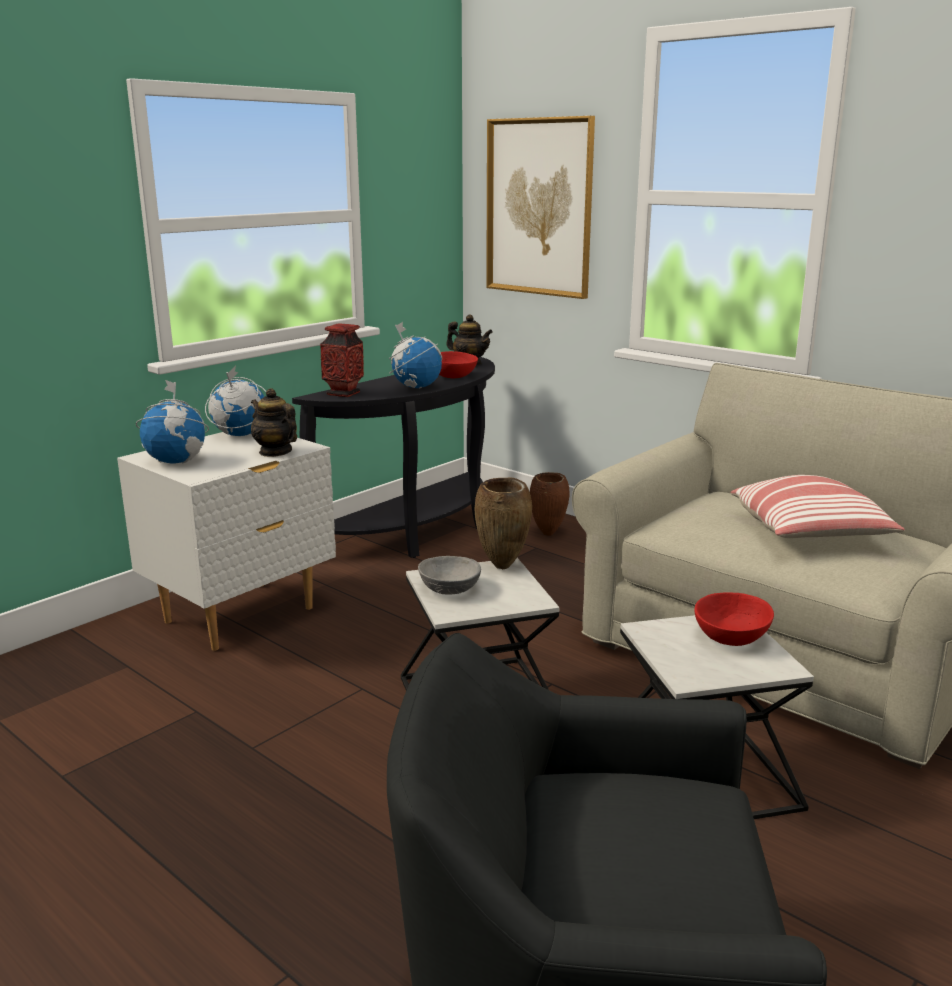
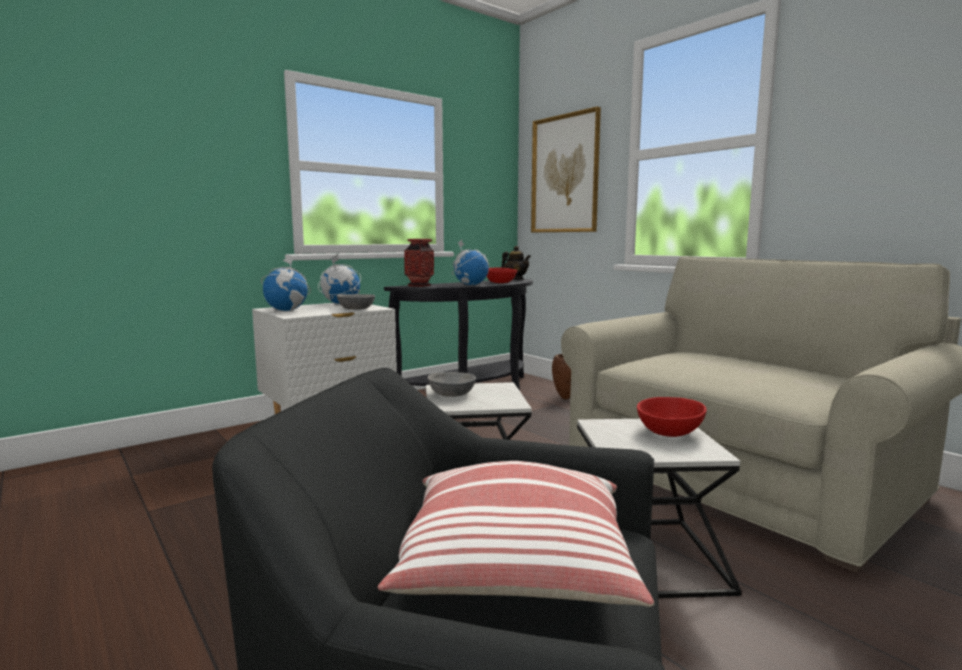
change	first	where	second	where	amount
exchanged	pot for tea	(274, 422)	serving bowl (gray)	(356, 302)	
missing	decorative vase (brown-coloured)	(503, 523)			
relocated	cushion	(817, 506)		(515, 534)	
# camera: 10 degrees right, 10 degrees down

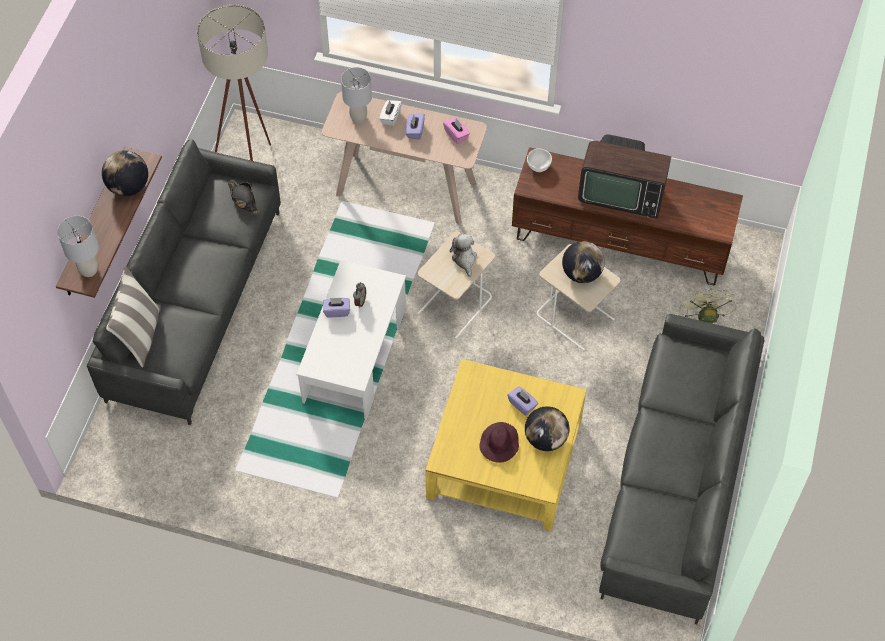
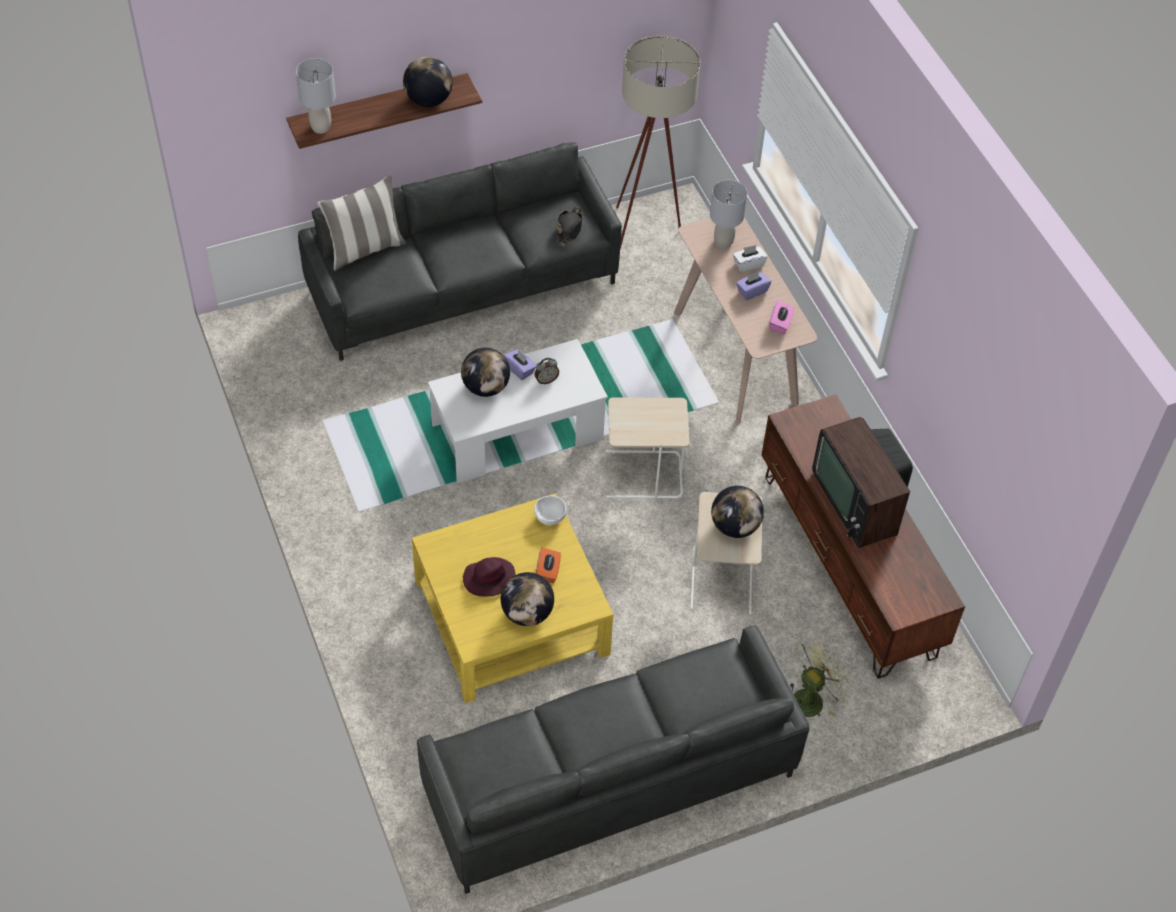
change	first	where	second	where	amount
missing	plush toy	(463, 255)			
colour	tissue box (purplish)	(522, 401)	tissue box (orange)	(548, 565)	
relocated	serving bowl (whitish)	(539, 160)		(550, 510)	
appeared			globe	(485, 372)	
# camera: 50 degrees right, 5 degrees down

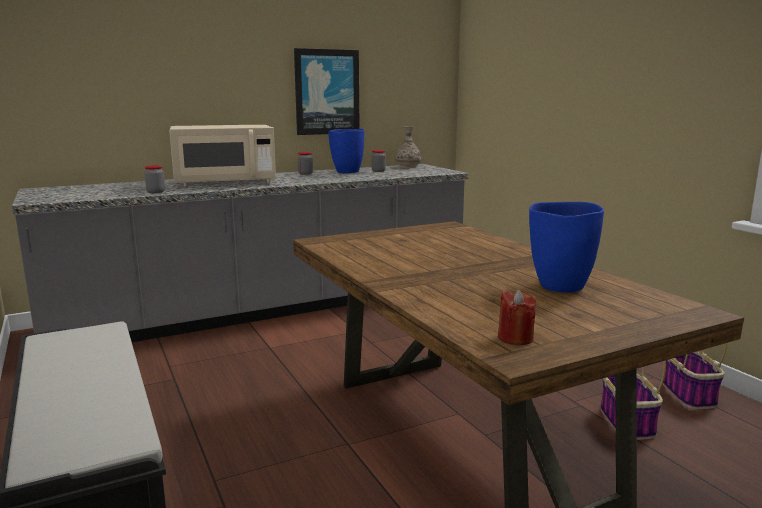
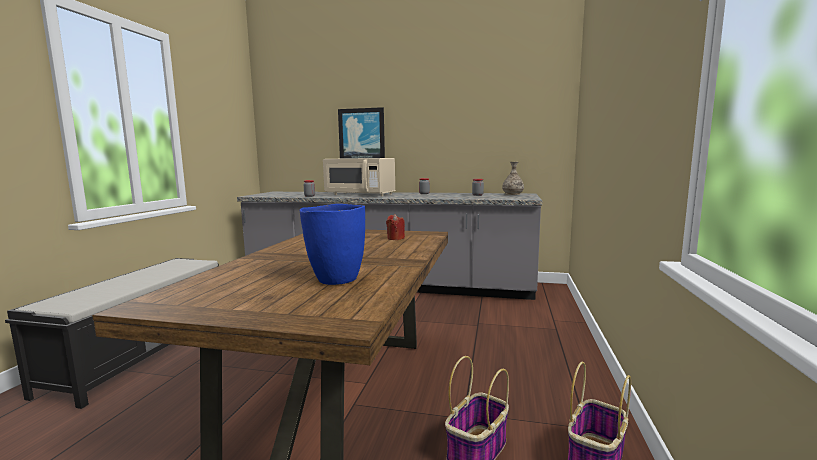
change	first	where	second	where	amount
relocated	picture	(327, 91)		(361, 133)	
missing	decorative vase (blue-coloured)	(346, 151)			
relocated	wax candle (red)	(517, 317)		(395, 227)	
# camera: 40 degrees right, 5 degrees down

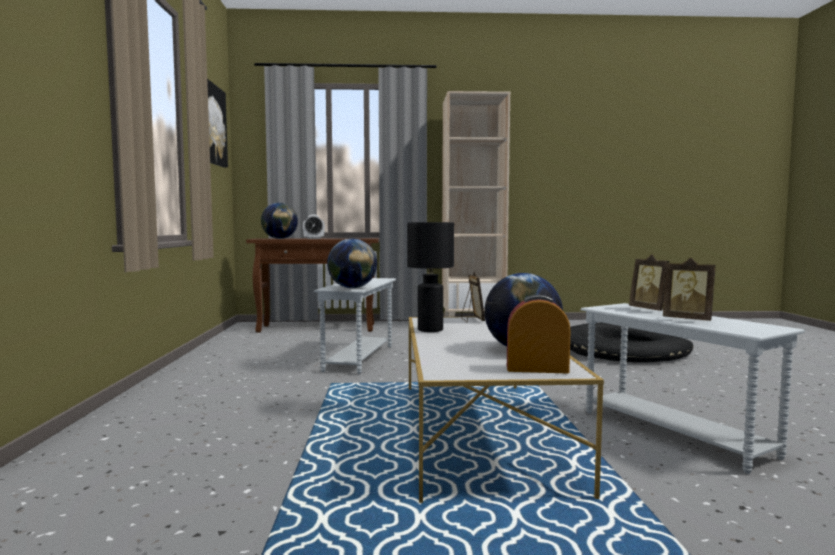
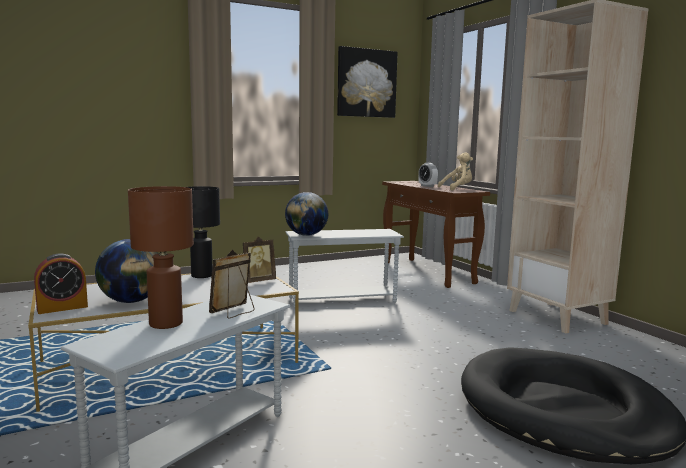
change	first	where	second	where	amount
missing	globe	(279, 221)			
spun	table clock	(538, 334)		(61, 283)	75 degrees clockwise
exchanged	standing frame	(689, 289)	tabletop lamp (brown-coloured)	(161, 257)	
appeared			plush toy (sand-coloured)	(455, 171)	
# camera: 65 degrees right, 5 degrees up

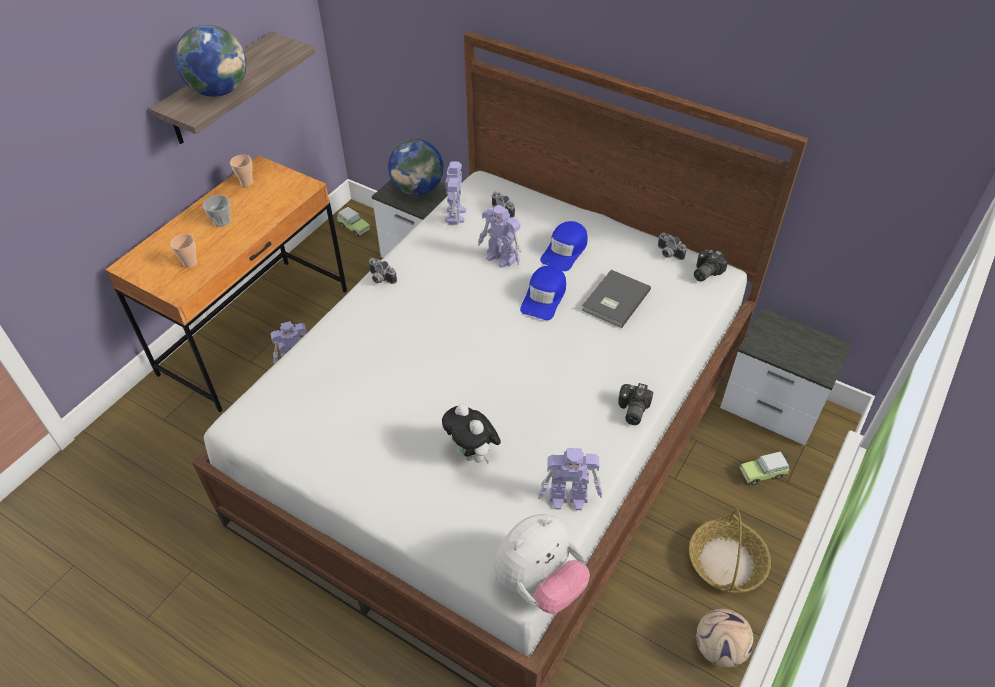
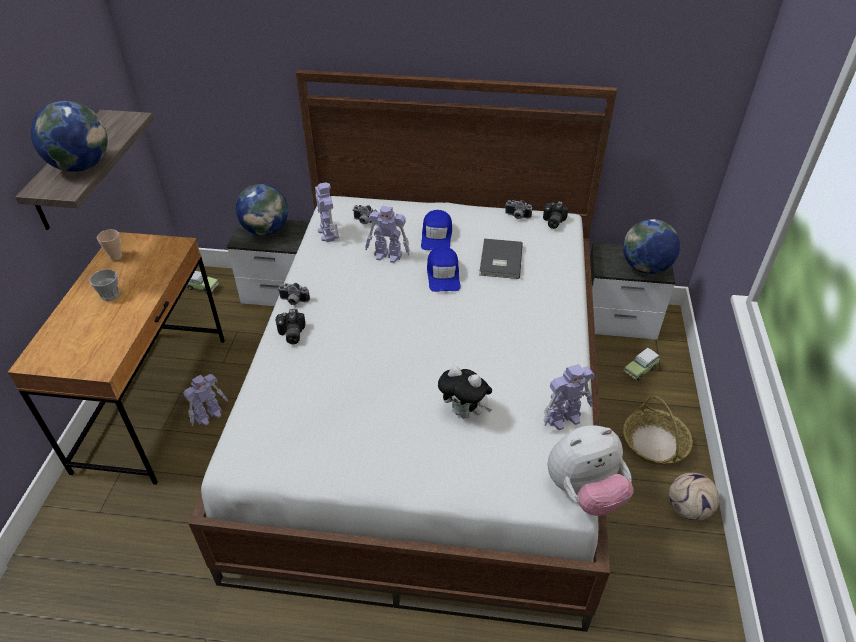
change	first	where	second	where	amount
missing	drinking cup	(183, 251)			
spun	plush toy	(541, 564)		(590, 470)	45 degrees clockwise
relocated	still camera	(635, 404)		(290, 326)	
appeared			globe	(651, 246)	
# camera: 25 degrees left, 5 degrees down

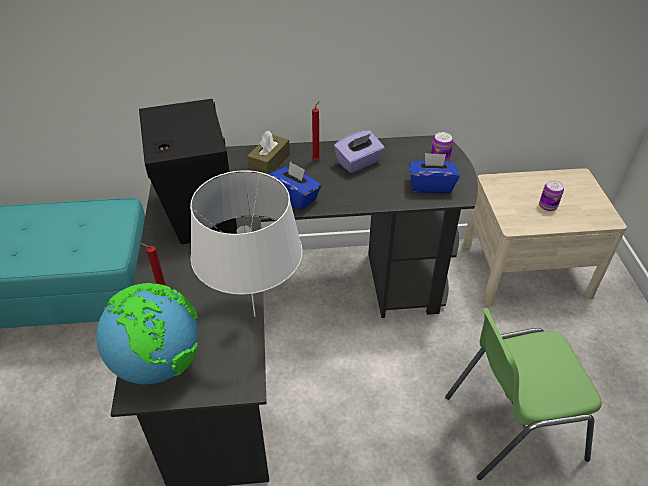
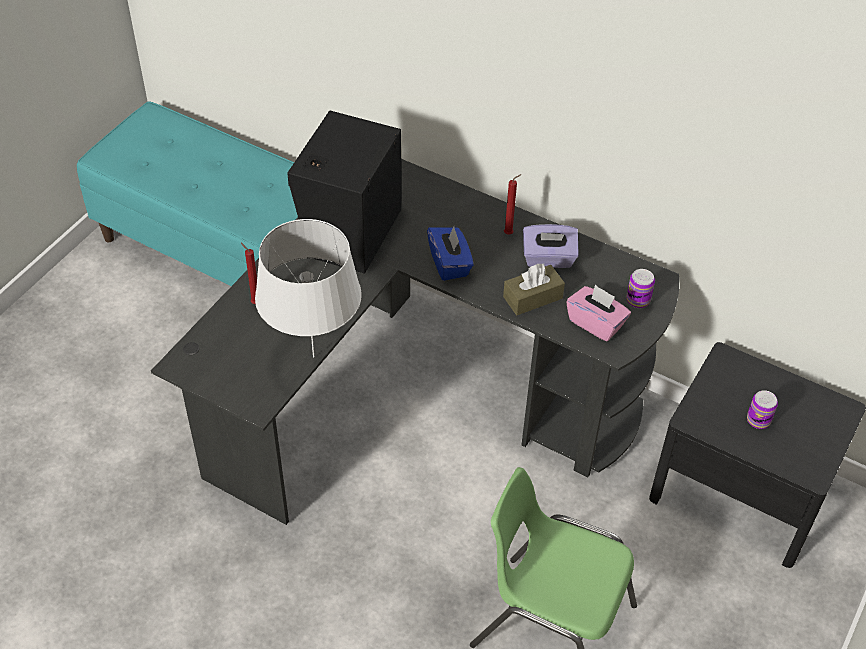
change	first	where	second	where	amount
missing	globe	(147, 333)			
relocated	tissue box (brown-coloured)	(268, 152)		(534, 289)	
colour	tissue box (blue-coloured)	(434, 173)	tissue box (pinkish)	(598, 312)	
colour	bedside table (sand-coloured)	(545, 237)	bedside table (black-coloured)	(757, 455)	
# camera: 35 degrees right, 5 degrees up

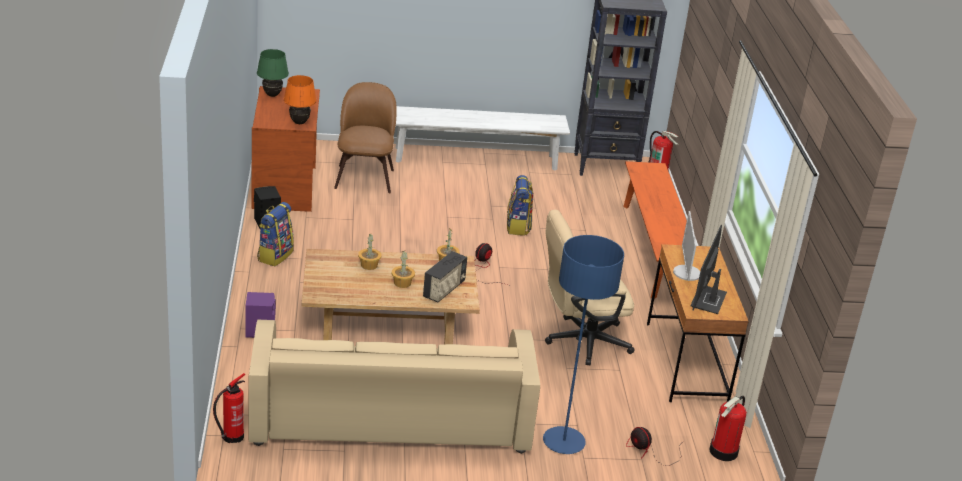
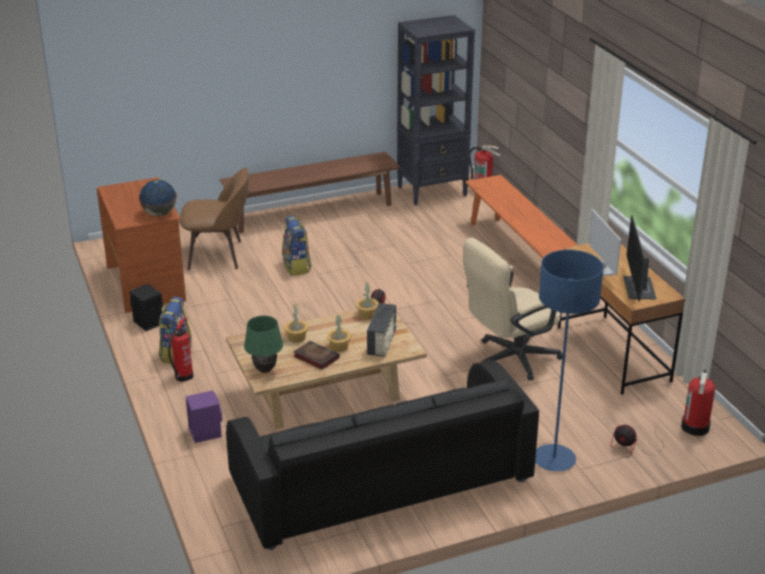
change	first	where	second	where	amount
relocated	fire-fighting cylinder	(229, 408)		(180, 349)	
colour	sofa (sand-coloured)	(394, 387)	sofa (black-coloured)	(382, 455)	
relocated	tabletop lamp (green-coloured)	(273, 73)		(263, 344)	
exchanged	tabletop lamp (orange)	(300, 99)	globe	(158, 198)	
spun	upright chair (brown-coloured)	(365, 137)		(214, 219)	105 degrees clockwise
colour	indoor bench (whitish)	(483, 138)	indoor bench (brown-coloured)	(310, 192)	
relocated	backpack	(520, 205)		(297, 246)	
appeared			volume	(317, 355)	
# camera: 15 degrees left, 0 degrees up

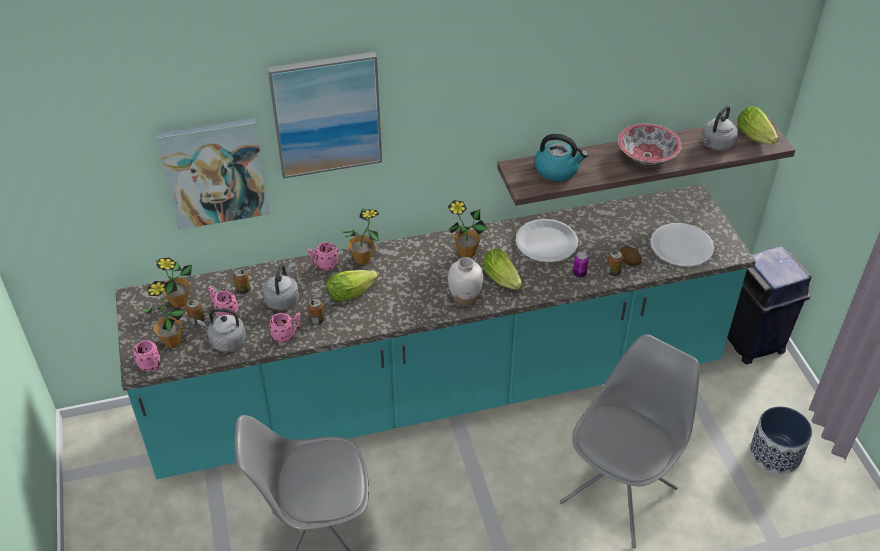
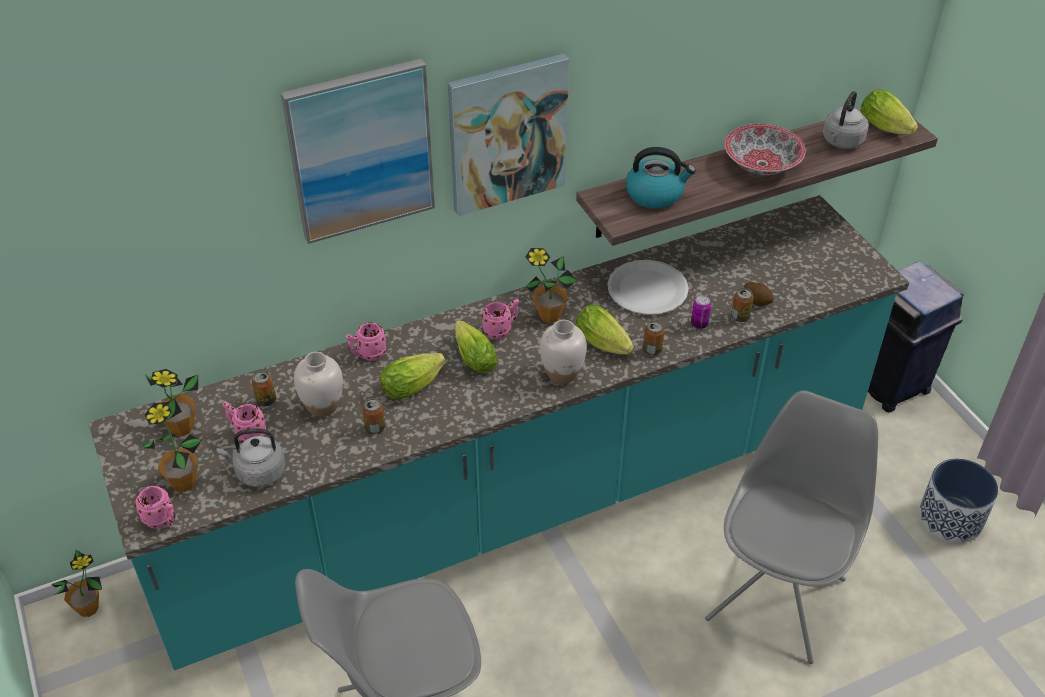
change	first	where	second	where	amount
relocated	picture	(213, 174)		(508, 135)	
relocated	metal can	(195, 312)		(653, 338)	
exchanged	water kettle (gray)	(280, 287)	decorative vase (whitish)	(318, 384)	
relocated	coffee mug (pinkish)	(285, 327)		(500, 319)	
relocated	houseplant	(360, 236)		(76, 583)	
missing	dinner plate (whitish)	(682, 245)			
appeared			lettuce head	(476, 346)	
# camera: 10 degrees left, 0 degrees up

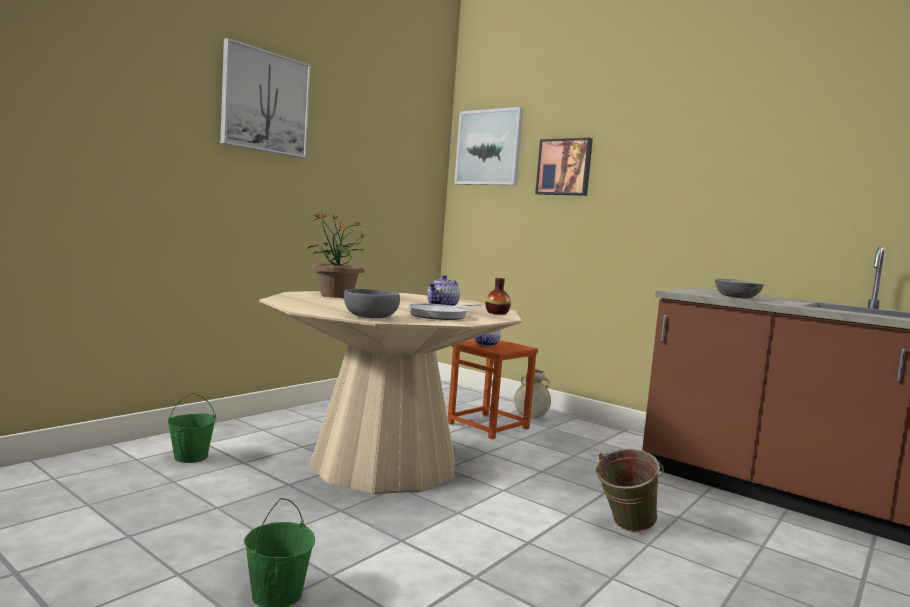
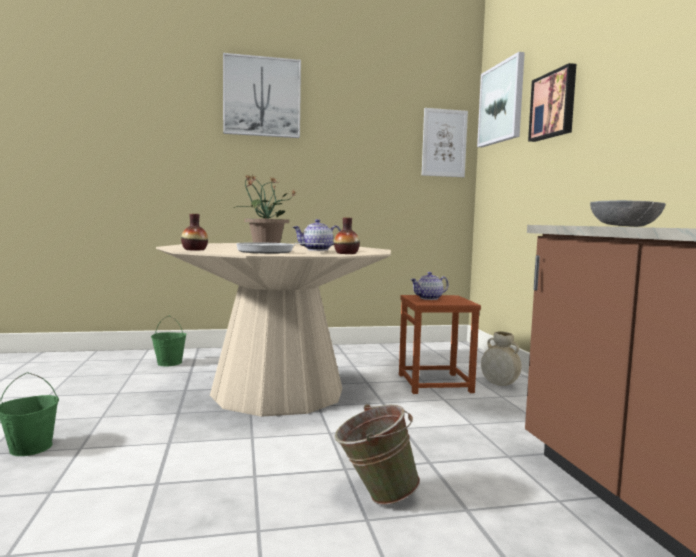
change	first	where	second	where	amount
exchanged	serving bowl (gray)	(372, 303)	decorative vase	(194, 232)	
appeared			picture	(445, 142)	
# camera: 40 degrees right, 0 degrees up

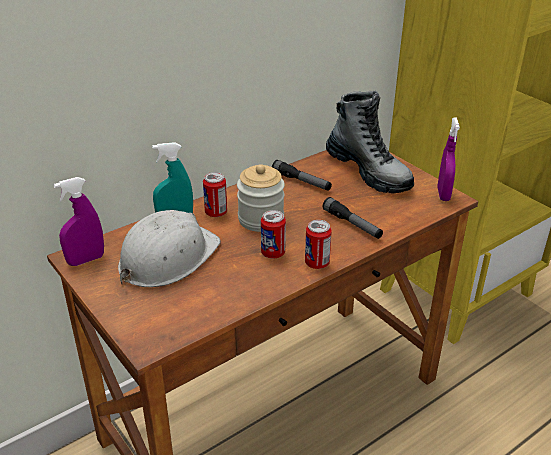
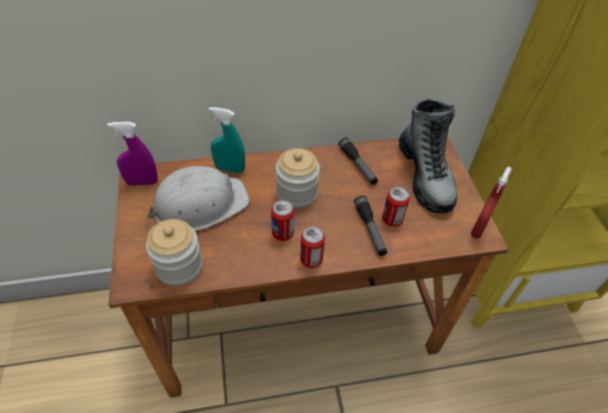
change	first	where	second	where	amount
relocated	metal can	(215, 194)		(396, 207)	
colour	spray bottle (purplish)	(448, 159)	spray bottle (red)	(491, 202)	
appeared			jar	(174, 252)	
# camera: 25 degrees right, 15 degrees up

